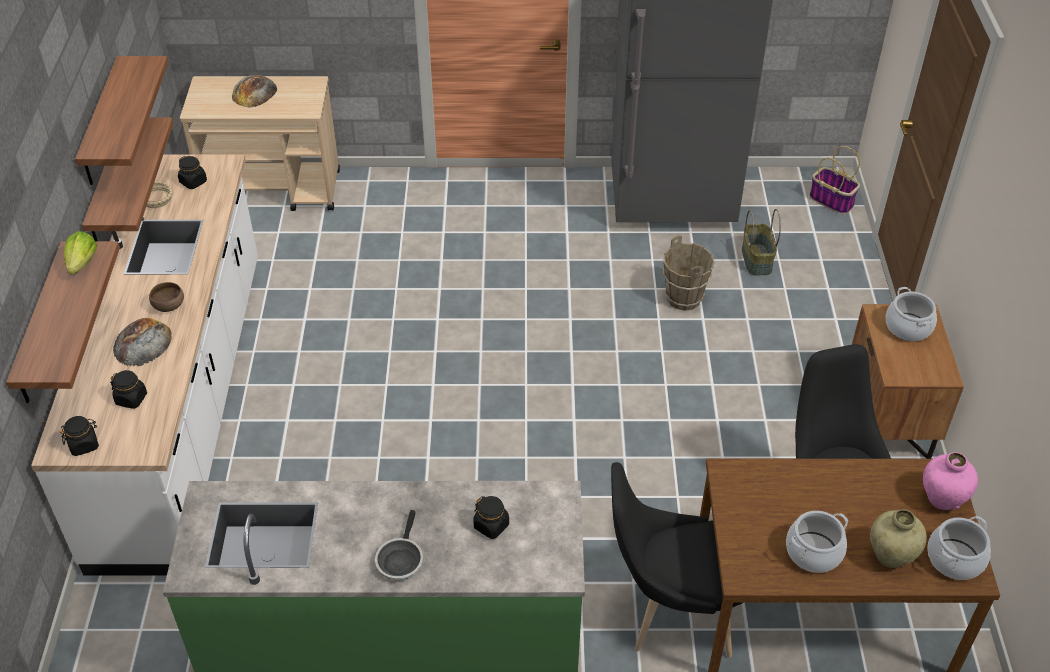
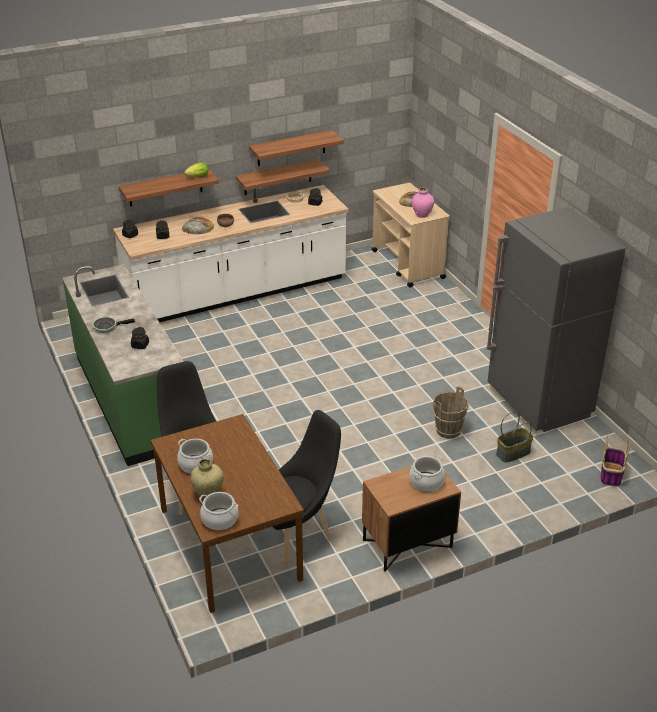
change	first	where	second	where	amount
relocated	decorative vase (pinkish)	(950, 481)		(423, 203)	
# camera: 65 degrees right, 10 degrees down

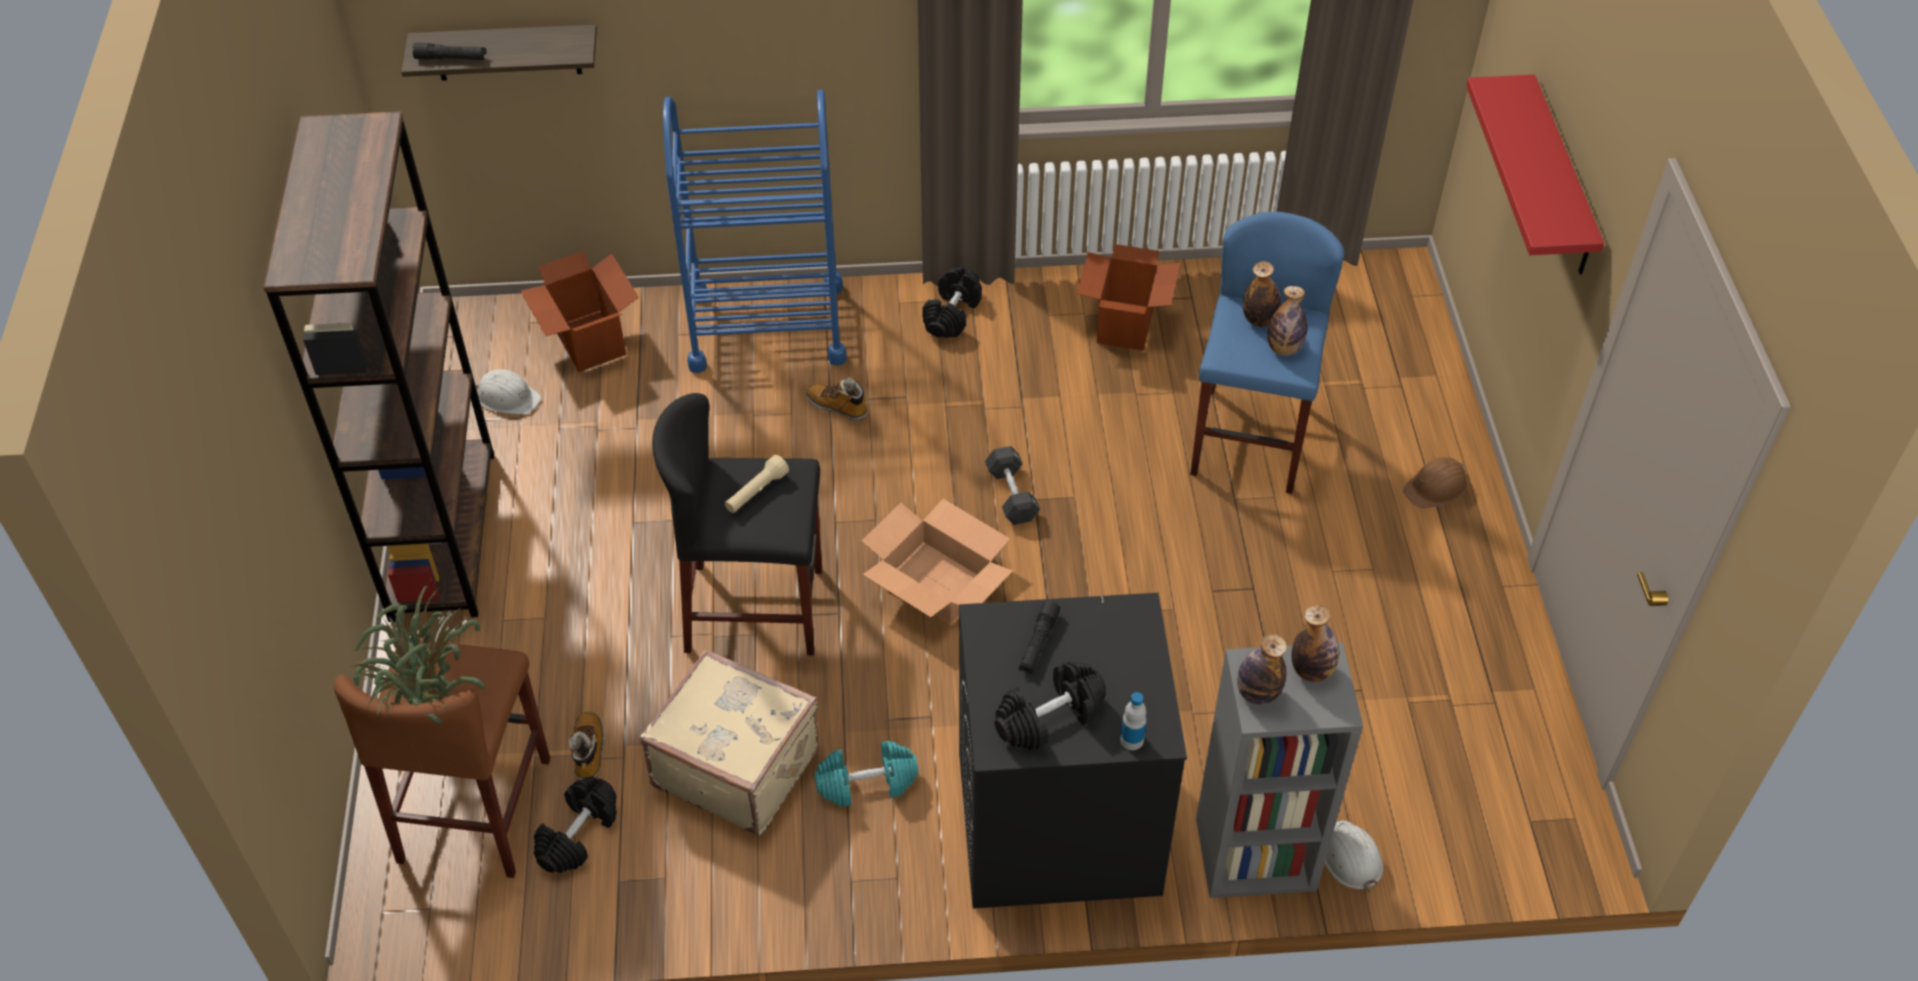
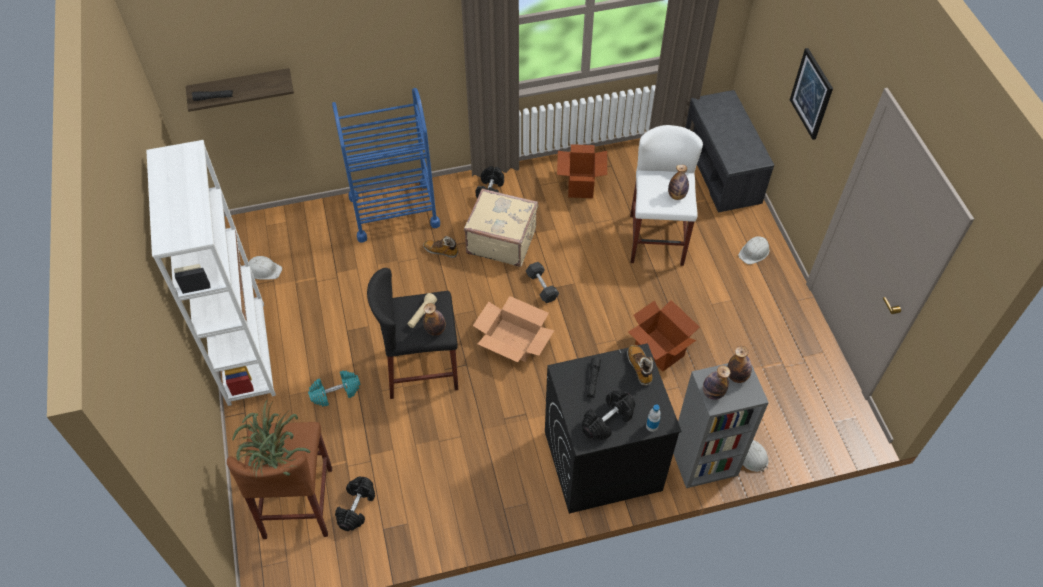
change	first	where	second	where	amount
colour	bookcase (brown-coloured)	(378, 366)	bookcase (whitish)	(211, 273)	
relocated	cardboard box	(579, 311)		(663, 336)	
relocated	high-top boot	(587, 746)		(641, 365)	
relocated	piece of luggage (sand-coloured)	(729, 742)		(501, 227)	
relocated	hand weight (turquoise-coloured)	(866, 774)		(334, 388)	
colour	sitting stool (blue-coloured)	(1267, 353)	sitting stool (whitish)	(666, 195)	
relocated	beverage bottle	(1262, 294)		(434, 319)	
colour	hard hat (brown-coloured)	(1435, 483)	hard hat (whitish)	(753, 250)	
exchanged	shelf (red)	(1535, 174)	picture	(811, 94)	
appeared			indoor bench (gray)	(730, 151)	
# camera: 10 degrees left, 5 degrees up

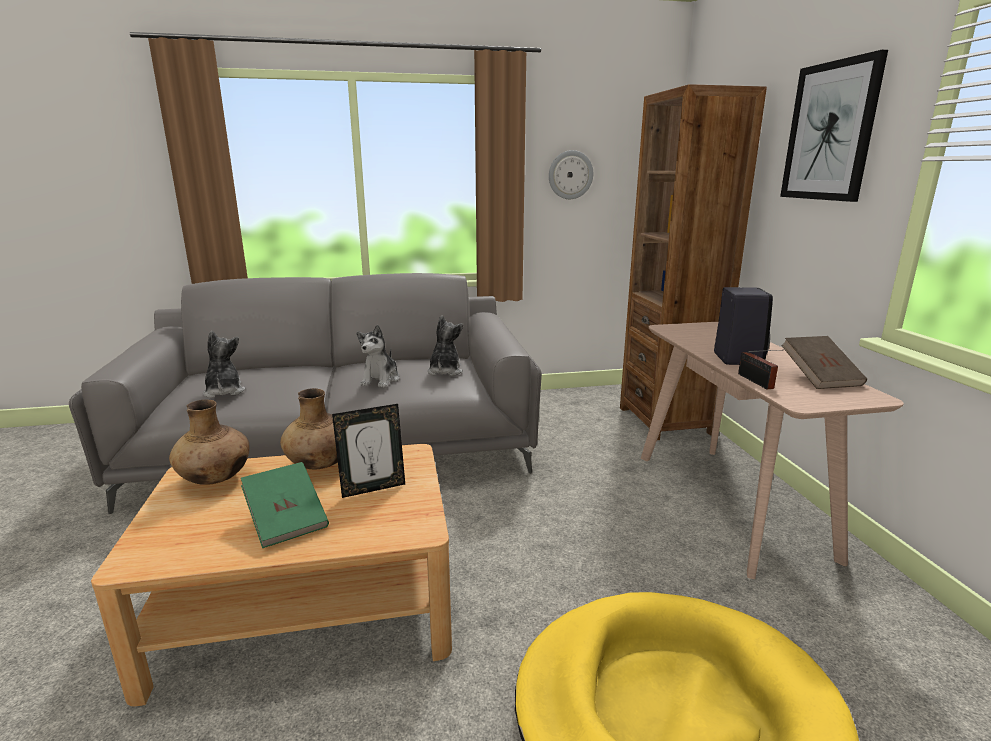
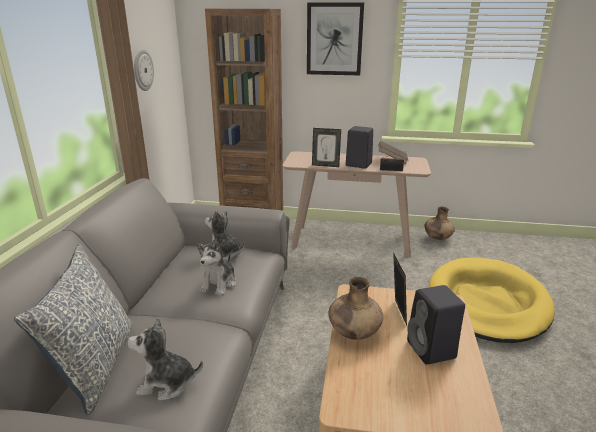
change	first	where	second	where	amount
relocated	decorative vase (brown-coloured)	(209, 442)		(440, 223)	
exchanged	volume (green-coloured)	(285, 505)	speaker (black-coloured)	(436, 325)	
spun	plush toy	(378, 356)		(216, 267)	75 degrees clockwise
appeared			cushion	(73, 329)	
appeared			standing frame	(326, 147)	
# camera: 70 degrees left, 5 degrees up

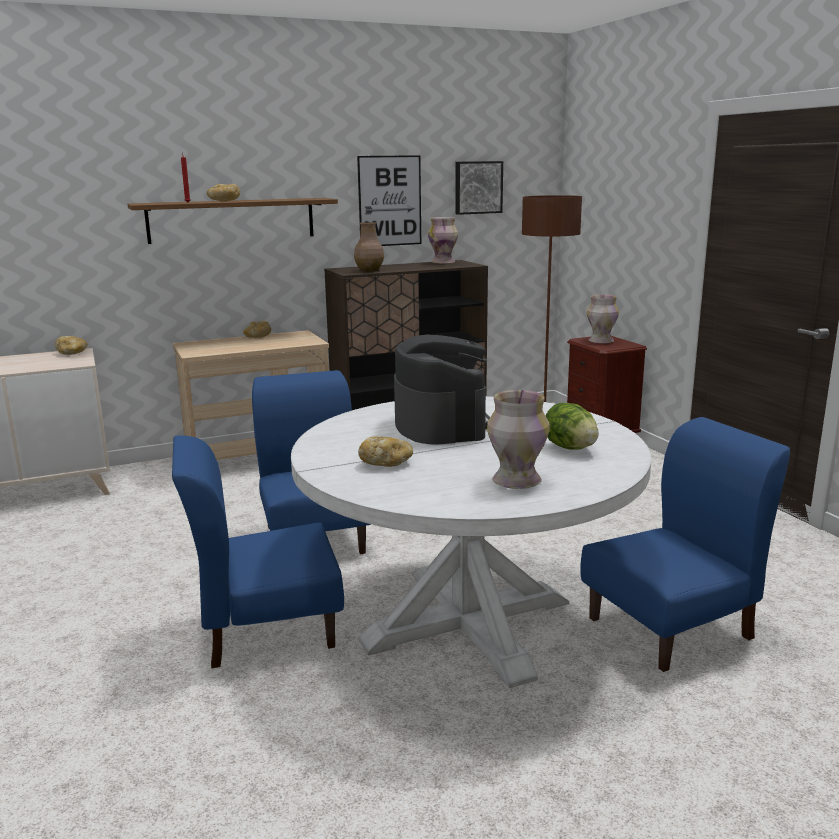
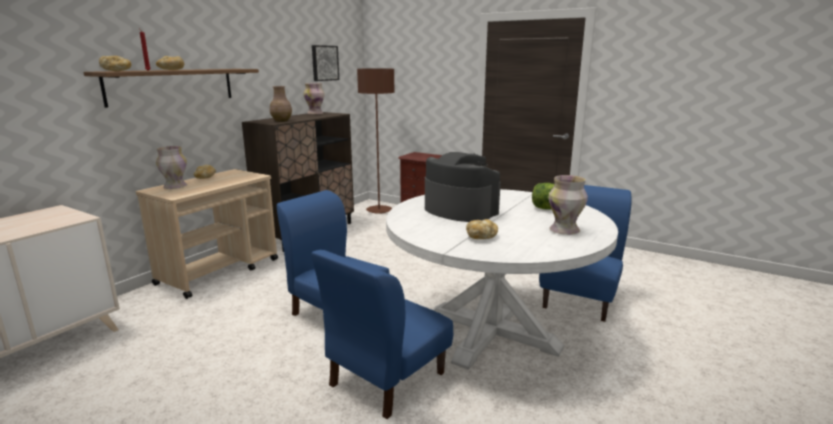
change	first	where	second	where	amount
relocated	bread	(71, 345)		(115, 63)	
missing	picture	(389, 200)			
relocated	decorative vase	(603, 318)		(171, 167)	
# camera: 35 degrees left, 0 degrees up

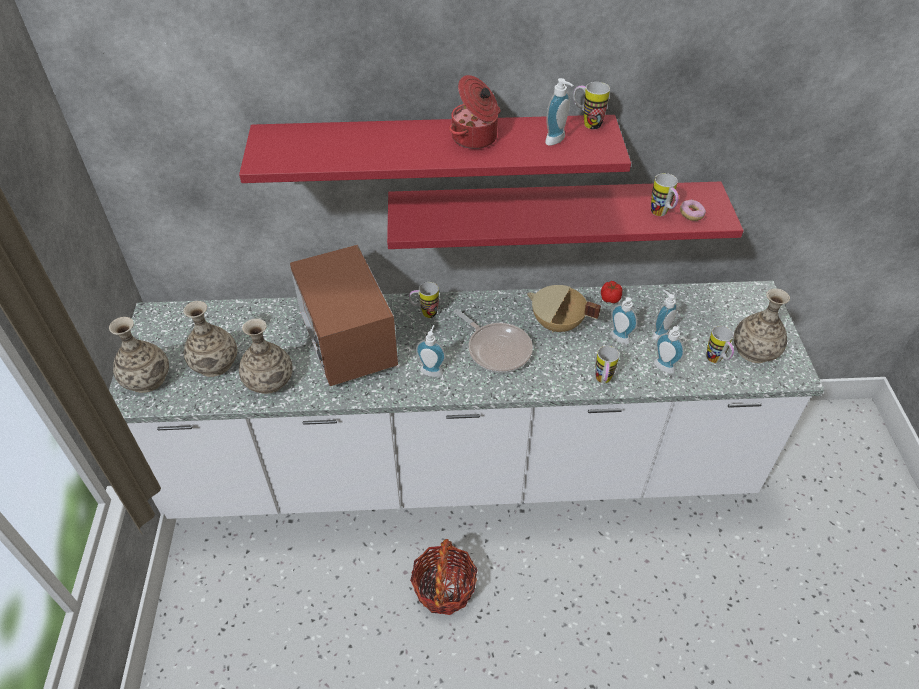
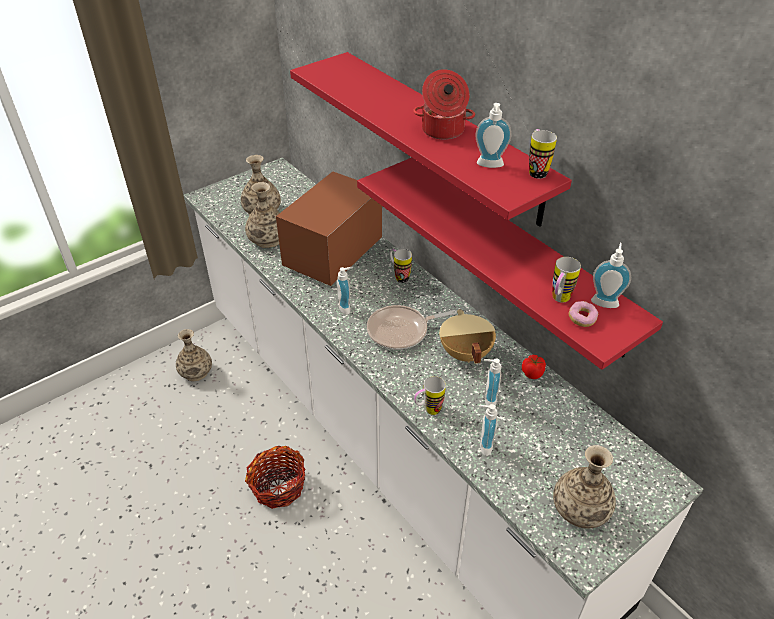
change	first	where	second	where	amount
relocated	decorative vase	(139, 355)		(194, 355)	
spun	skillet	(493, 341)		(412, 327)	60 degrees clockwise
relocated	liquid soap bottle	(665, 315)		(611, 275)	
missing	coffee mug	(720, 344)			
# camera: 55 degrees right, 5 degrees down

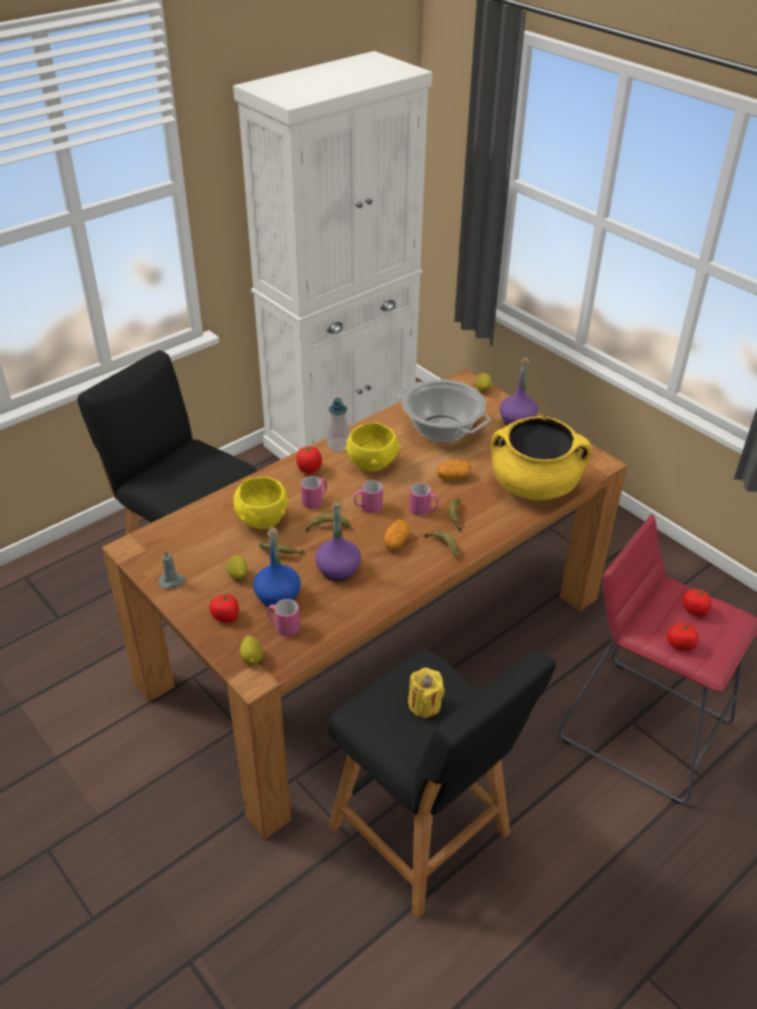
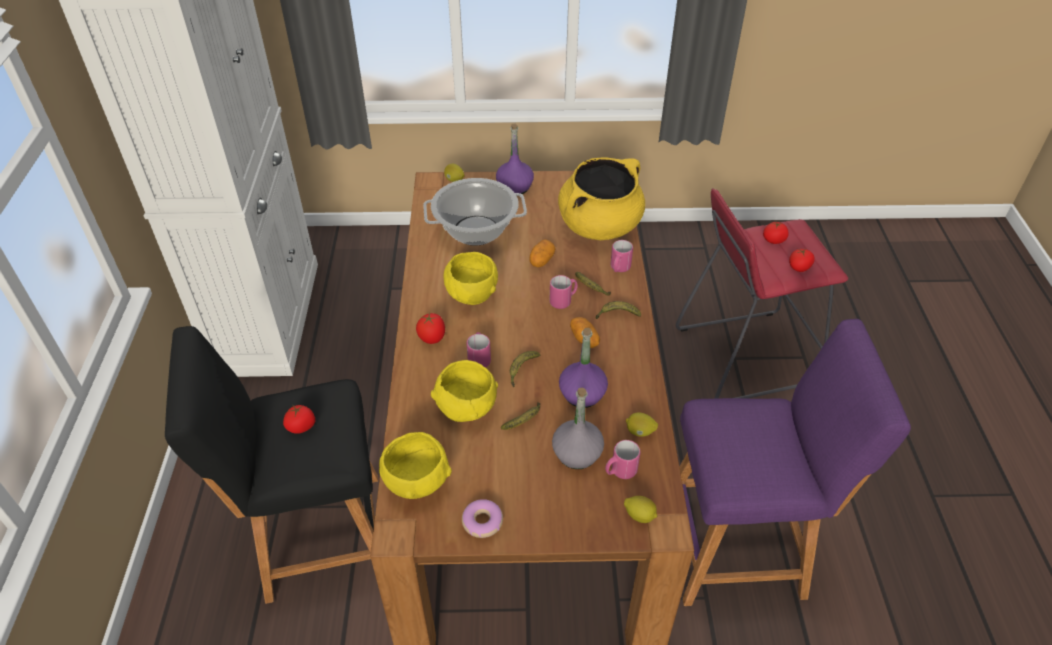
change	first	where	second	where	amount
exchanged	wax candle (gray)	(172, 569)	doughnut	(482, 518)	
relocated	tomato	(224, 608)		(299, 419)	
relocated	citrus fruit	(237, 567)		(642, 424)	
colour	beverage bottle (blue-coloured)	(277, 567)	beverage bottle (gray)	(578, 428)	
missing	liquid soap bottle	(338, 425)			
colour	sitting stool (black-coloured)	(442, 783)	sitting stool (purplish)	(795, 462)	
relocated	coffee mug (pinkish)	(368, 496)		(621, 256)	
missing	wax candle (yellow-coloured)	(426, 692)			
appeared			serving bowl (yellow-coloured)	(415, 465)	
# camera: 50 degrees left, 5 degrees up

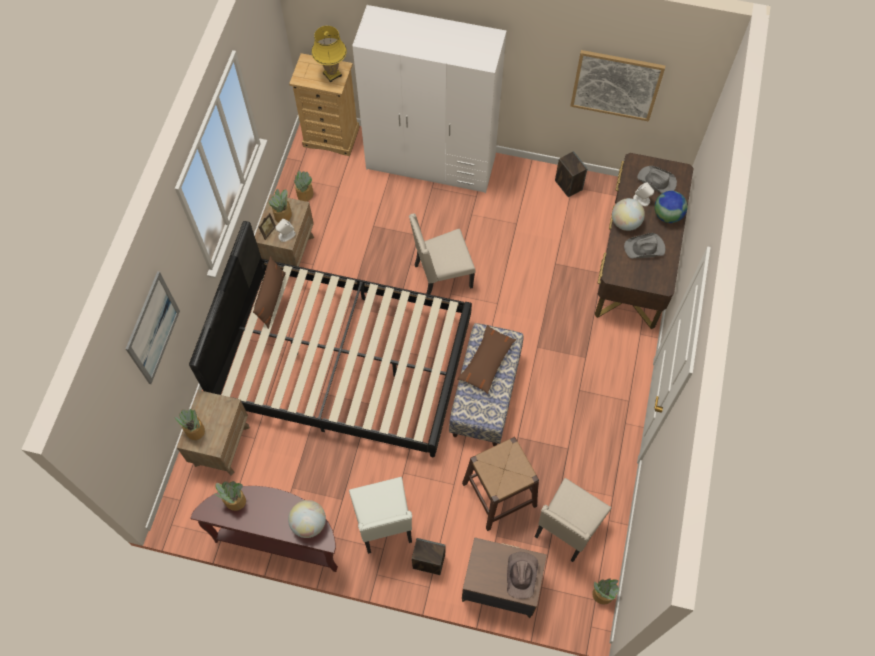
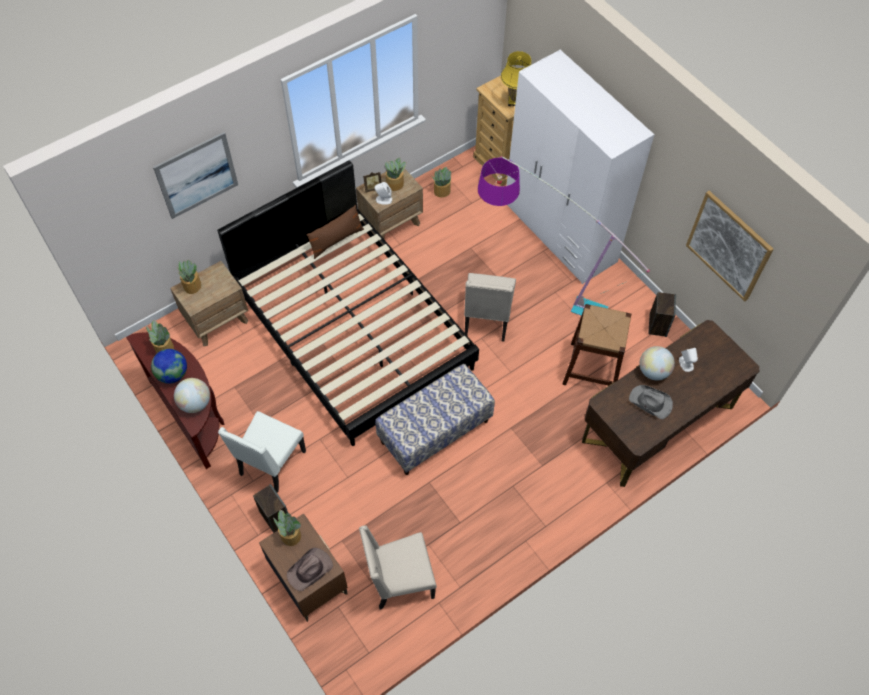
change	first	where	second	where	amount
spun	upright chair (sand-coloured)	(442, 254)		(490, 307)	105 degrees counterclockwise
missing	cushion (brown-coloured)	(486, 359)			
relocated	sitting stool (brown-coloured)	(500, 484)		(596, 345)	
relocated	houseplant	(605, 591)		(287, 528)	
missing	hat (gray)	(657, 179)			
relocated	globe	(671, 207)		(169, 366)	
appeared			standing lamp	(564, 236)	
# camera: 40 degrees right, 5 degrees down

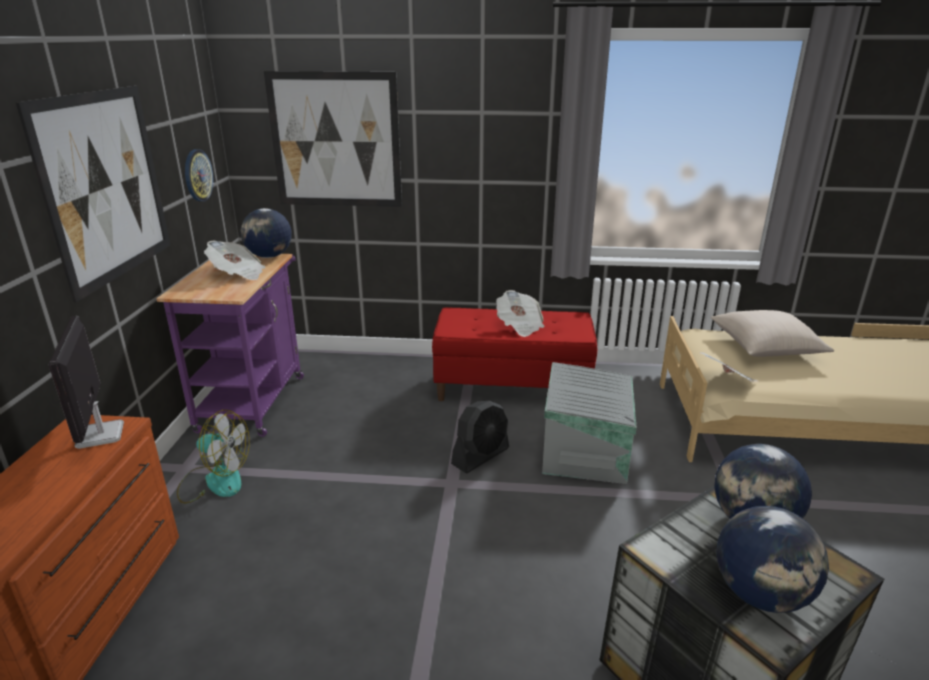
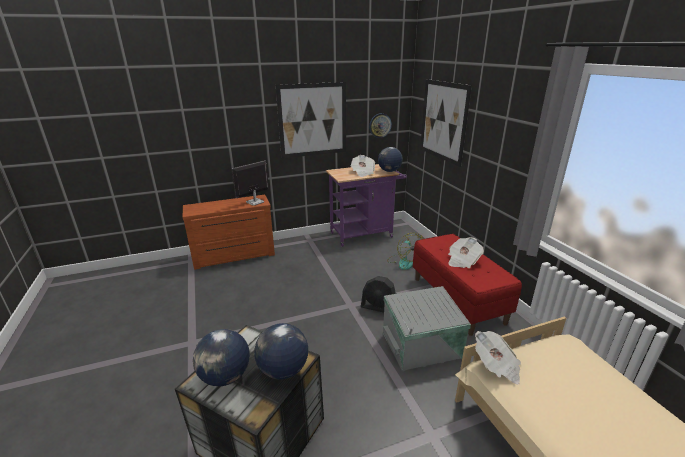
change	first	where	second	where	amount
relocated	fan	(213, 457)		(405, 251)	
missing	cushion (sand-coloured)	(772, 333)			
# camera: 65 degrees right, 0 degrees up

